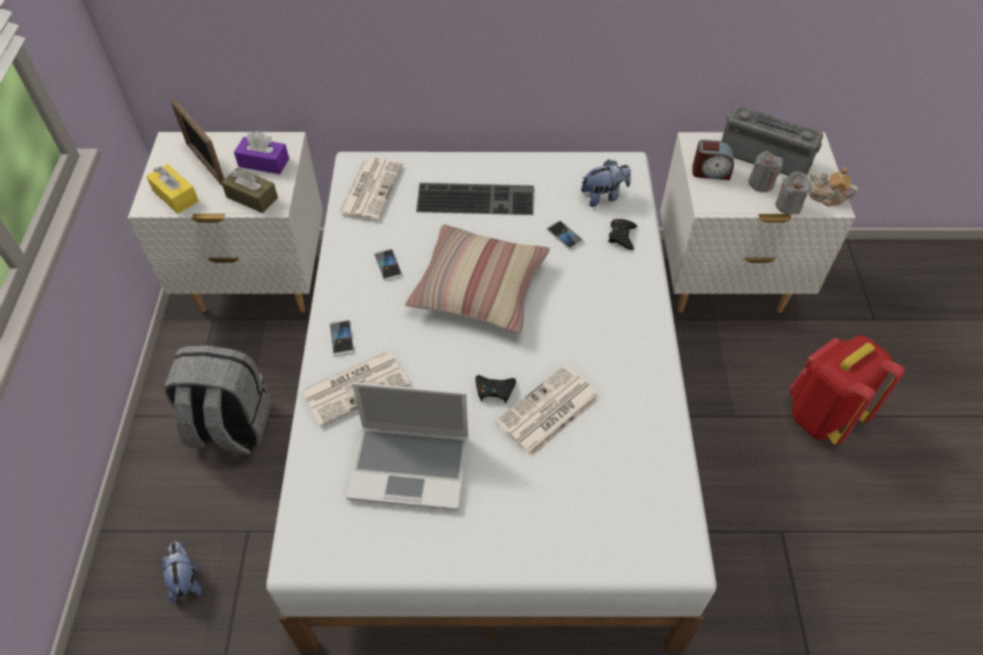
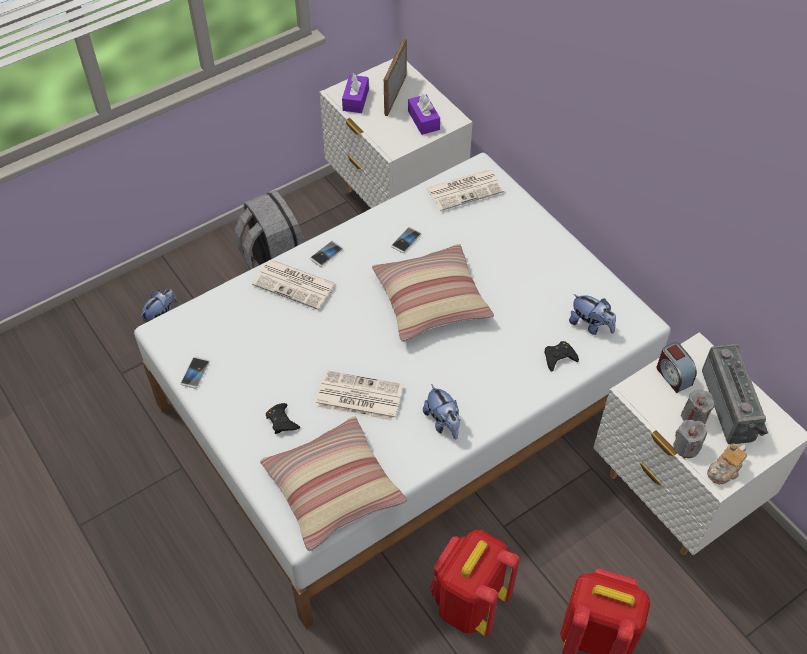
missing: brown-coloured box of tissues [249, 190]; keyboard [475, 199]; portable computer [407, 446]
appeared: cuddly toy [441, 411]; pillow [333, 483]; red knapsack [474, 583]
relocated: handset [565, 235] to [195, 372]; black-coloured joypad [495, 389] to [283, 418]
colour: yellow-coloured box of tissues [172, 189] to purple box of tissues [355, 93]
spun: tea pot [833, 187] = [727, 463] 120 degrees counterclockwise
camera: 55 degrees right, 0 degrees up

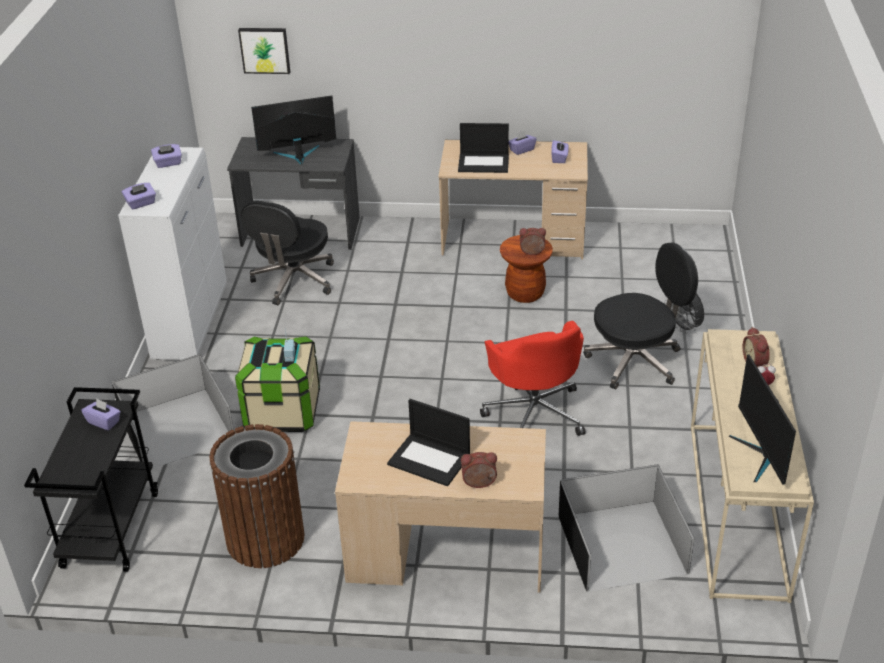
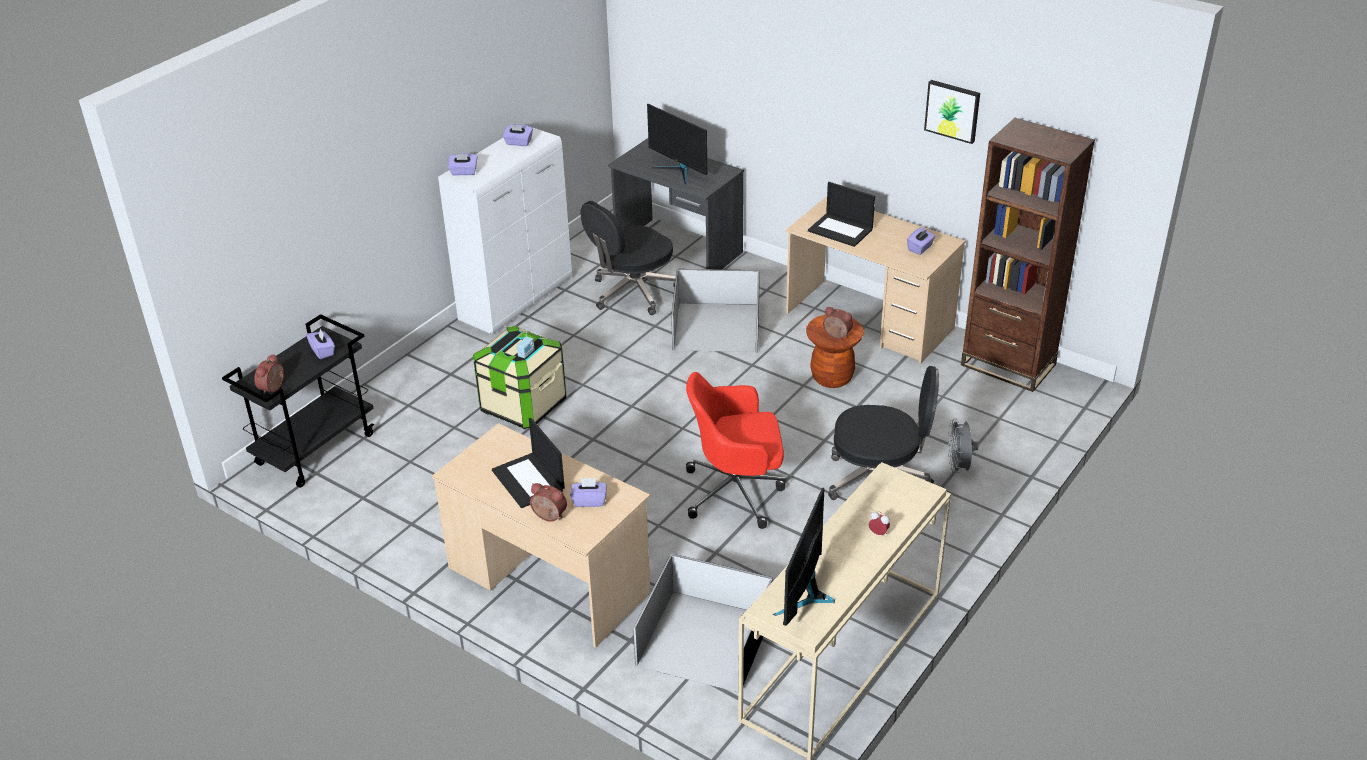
missing: brown-coloured rubbish bin [257, 496]
appeared: brown-coloured shelving unit [1028, 255]
relocated: wall art [264, 51] to [952, 112]; purple box of tissues [522, 142] to [588, 492]; alarm clock [756, 347] to [269, 374]; black-coloured storage bin [173, 411] to [715, 310]
spun: monitor [293, 130] = [677, 144] 150 degrees counterclockwise; red desk chair [532, 378] = [736, 450] 75 degrees clockwise
camera: 30 degrees right, 0 degrees up

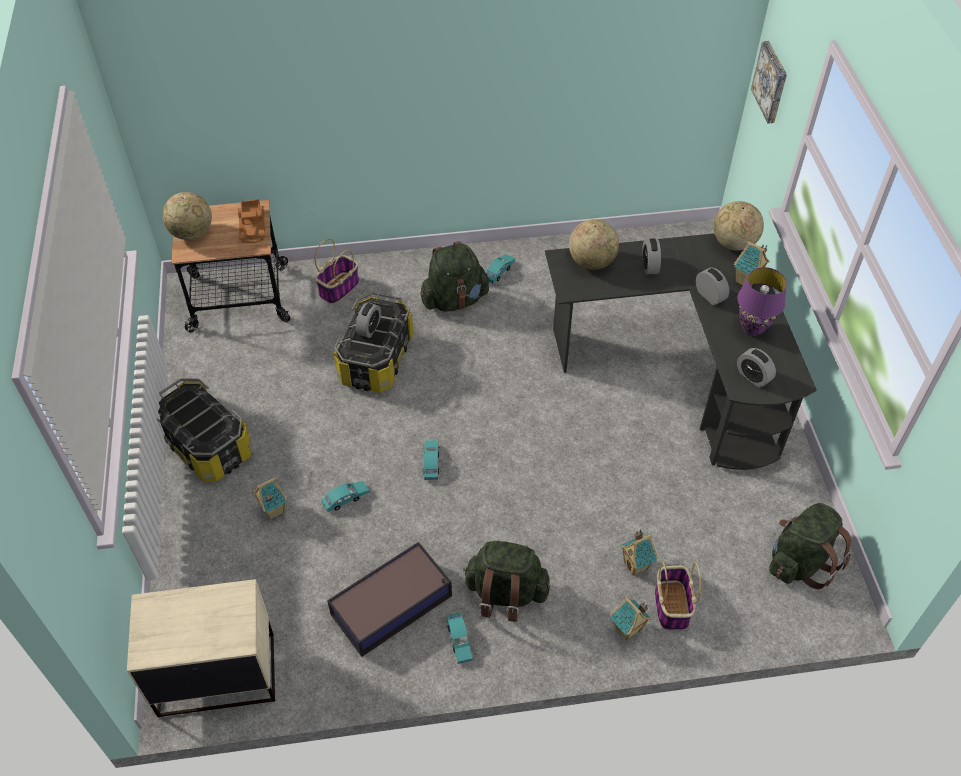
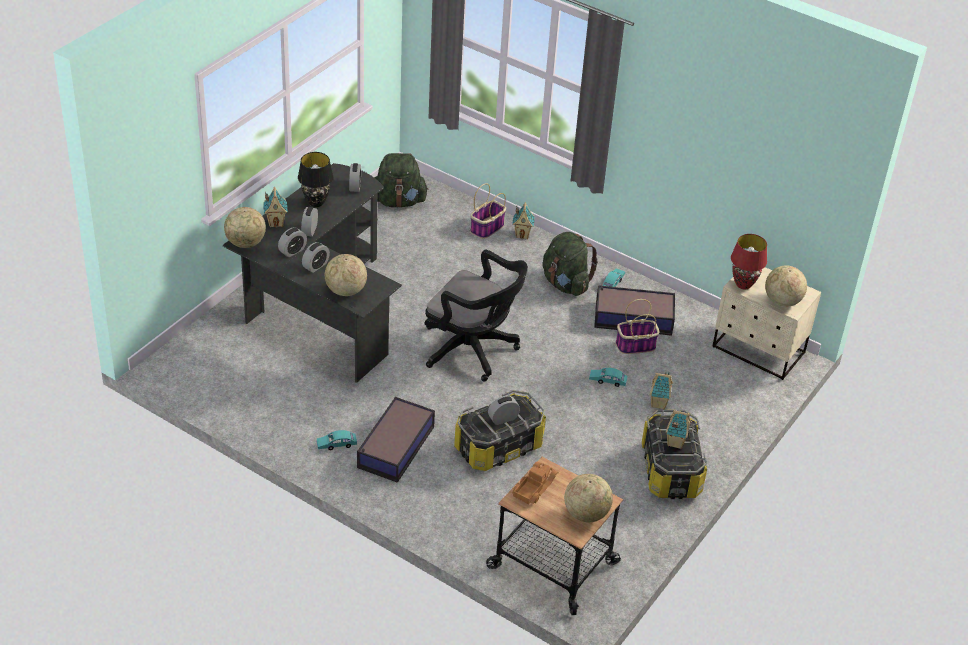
missing: wall art [769, 82]; blue-green model car [432, 460]
appeared: alarm clock [292, 242]; red lamp for a table [749, 261]; black-coloured desk chair [476, 316]; desk globe [786, 286]
relocated: household basket [337, 271] to [637, 326]; miniature house [639, 552] to [679, 429]
exchanged: green-coloured knapsack [455, 276] to storage bin [396, 440]
colour: purple lamp for a table [762, 301] to black-coloured lamp for a table [315, 179]
camera: 140 degrees left, 10 degrees down

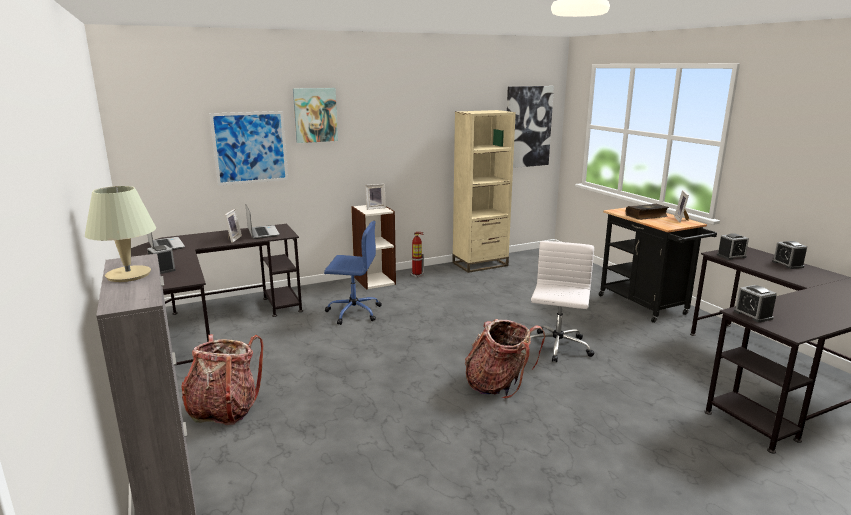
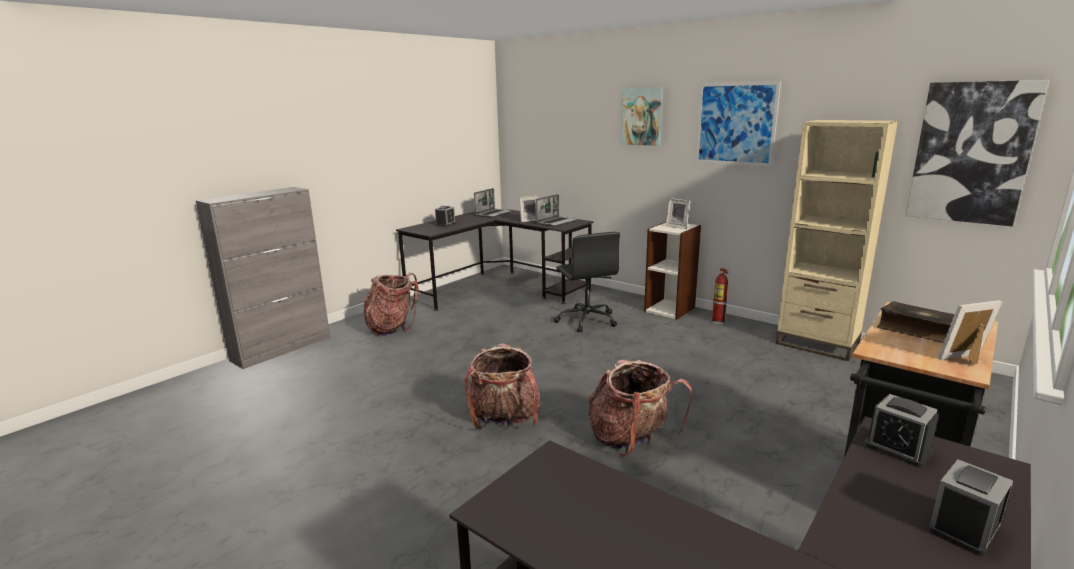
missing: beige-coloured lamp for a table [120, 234]; alarm clock [755, 304]
relocated: wall art [249, 148] to [738, 124]
exchanged: whitish desk chair [562, 301] to knapsack [640, 408]
colour: blue desk chair [353, 273] to black-coloured desk chair [587, 282]
camera: 65 degrees right, 0 degrees up

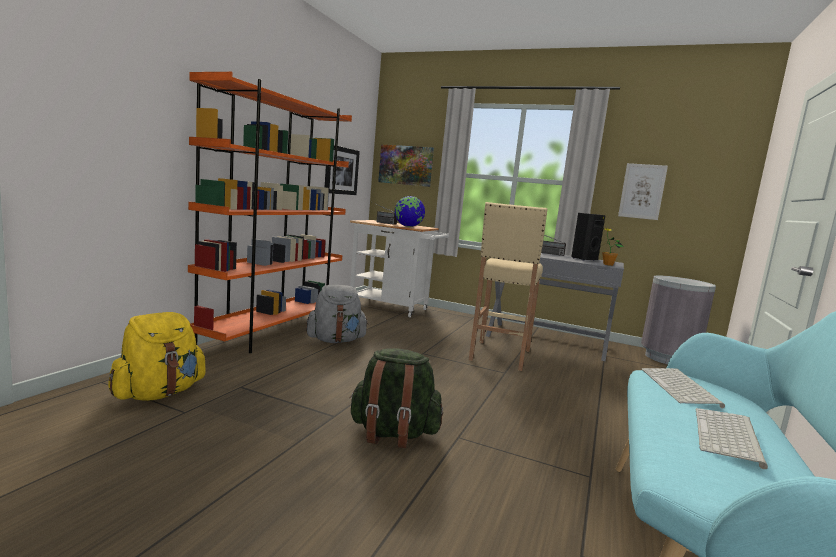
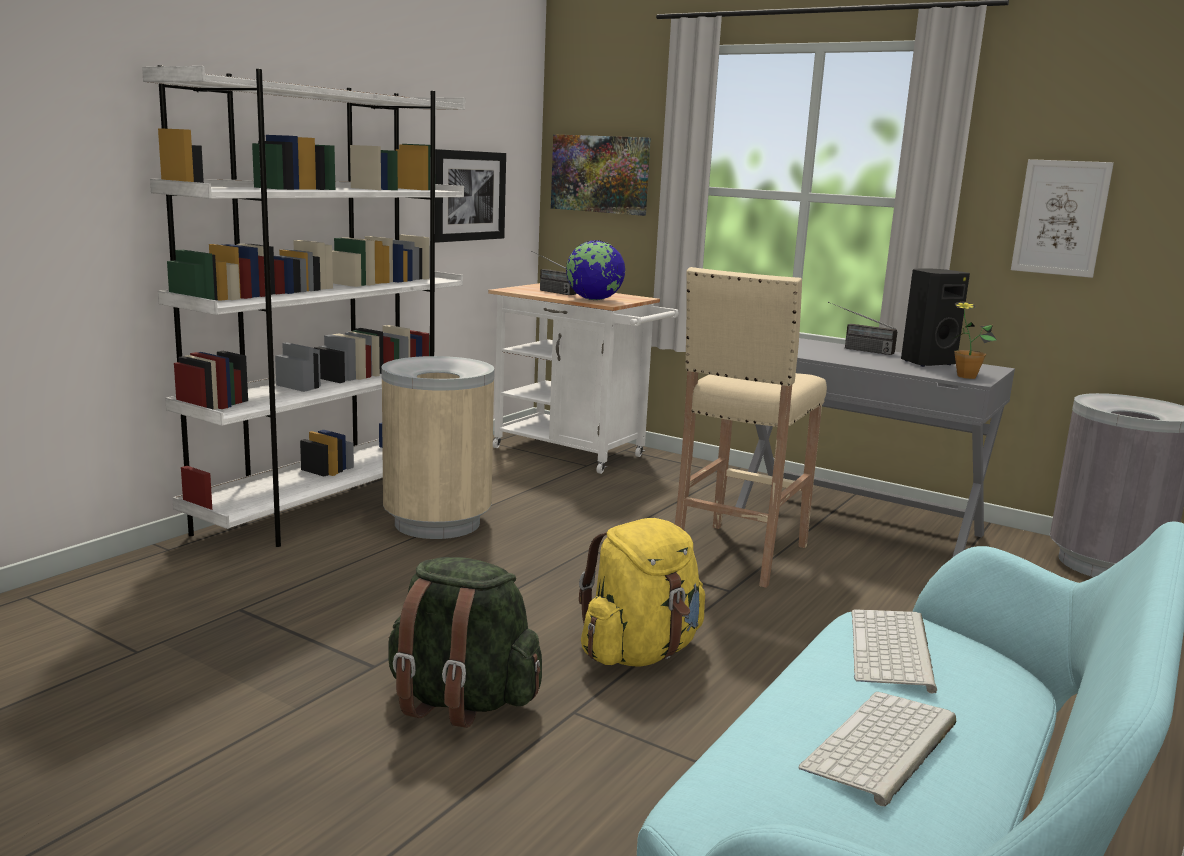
relocated: yellow-coloured knapsack [157, 356] to [642, 592]
exchanged: grey knapsack [337, 314] to beige-coloured rubbish bin [438, 447]
colour: orange shelving unit [270, 212] to whitish shelving unit [303, 306]
camera: 10 degrees right, 5 degrees up

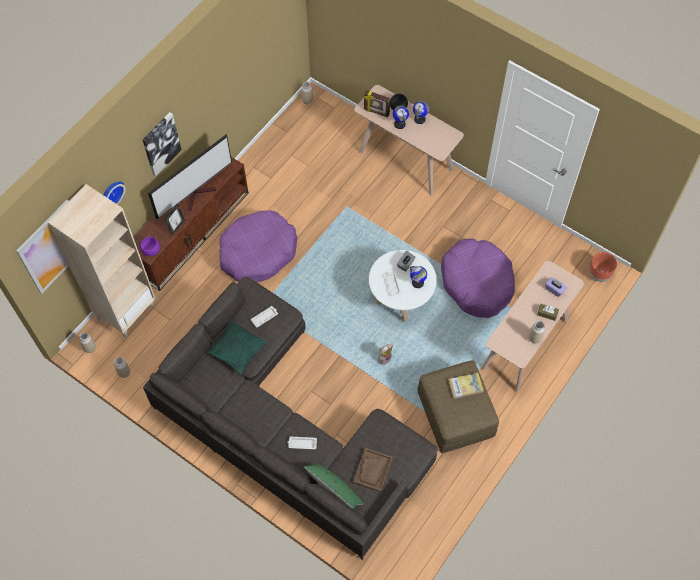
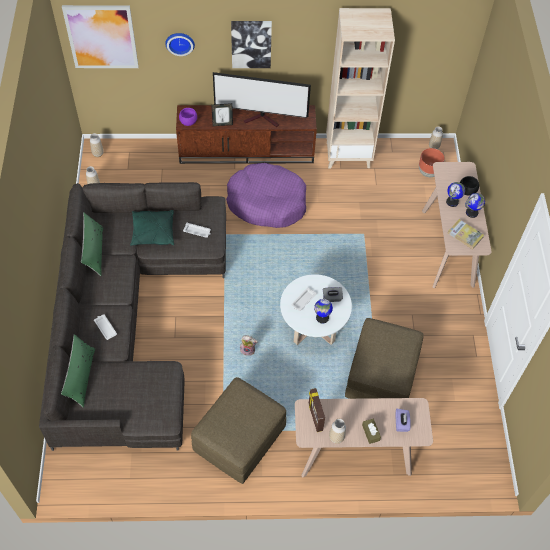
missing: brown-coloured serving tray [373, 470]
appeared: green-coloured pillow [92, 244]
relocated: standing frame [377, 103] to [316, 410]; beige-coloured shelving unit [102, 261] to [360, 88]; brown-coloured planter [603, 267] to [431, 162]; volume [466, 386] to [466, 234]
exchanged: purple pet bed [478, 278] to brown-coloured ottoman [384, 358]
camera: 50 degrees right, 5 degrees down

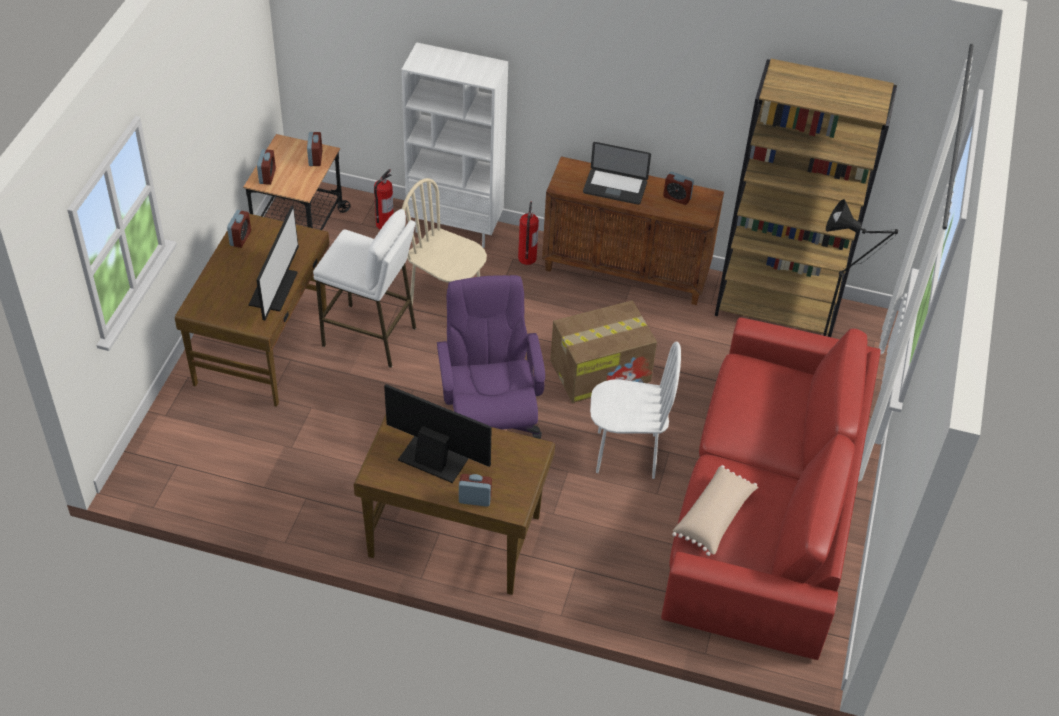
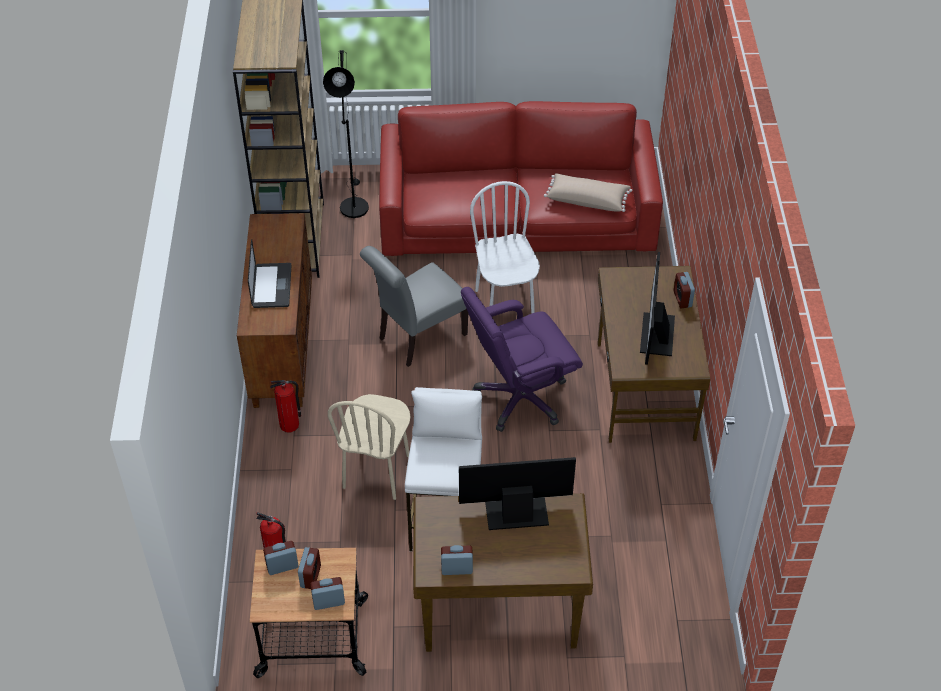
missing: whitish shelving unit [455, 145]
relocated: alarm clock [678, 188] to [309, 568]
exchanged: cardboard box [603, 351] to grey upright chair [414, 306]
camera: 105 degrees left, 0 degrees up

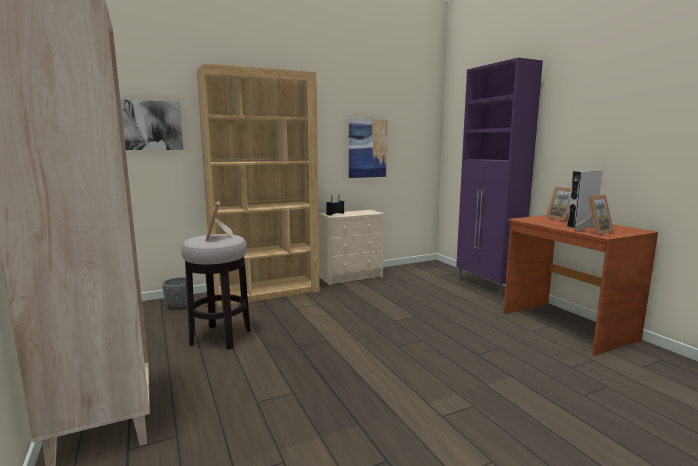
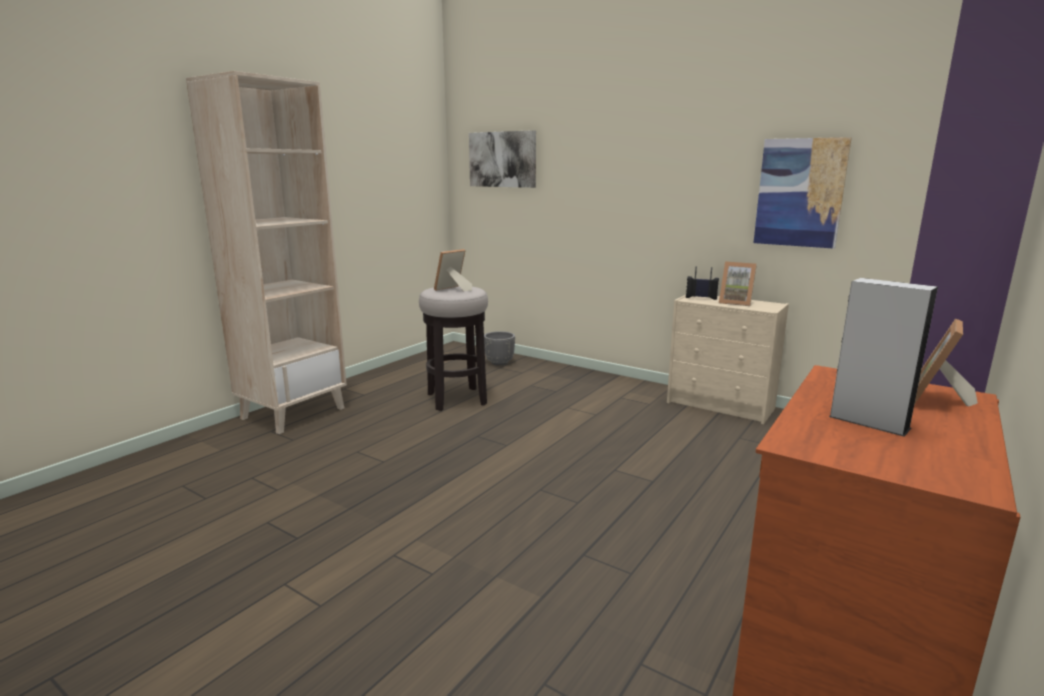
missing: brown-coloured shelving unit [258, 185]
relocated: standing frame [594, 215] to [738, 283]
camera: 60 degrees right, 5 degrees up

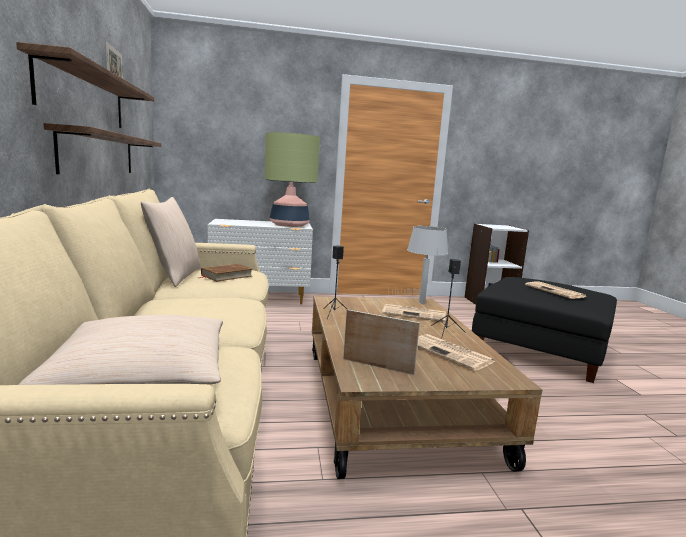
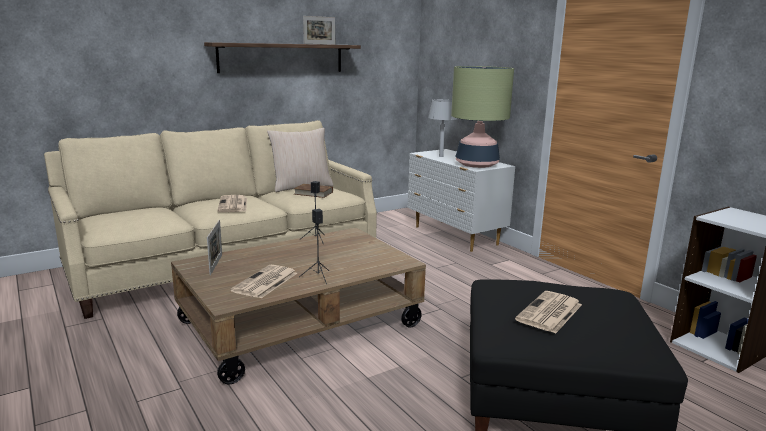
missing: wall shelf [102, 148]; beige-coloured pillow [120, 350]
relocated: grey lamp for a table [427, 265] to [443, 128]; daily paper [414, 313] to [232, 203]
camera: 65 degrees right, 5 degrees up

